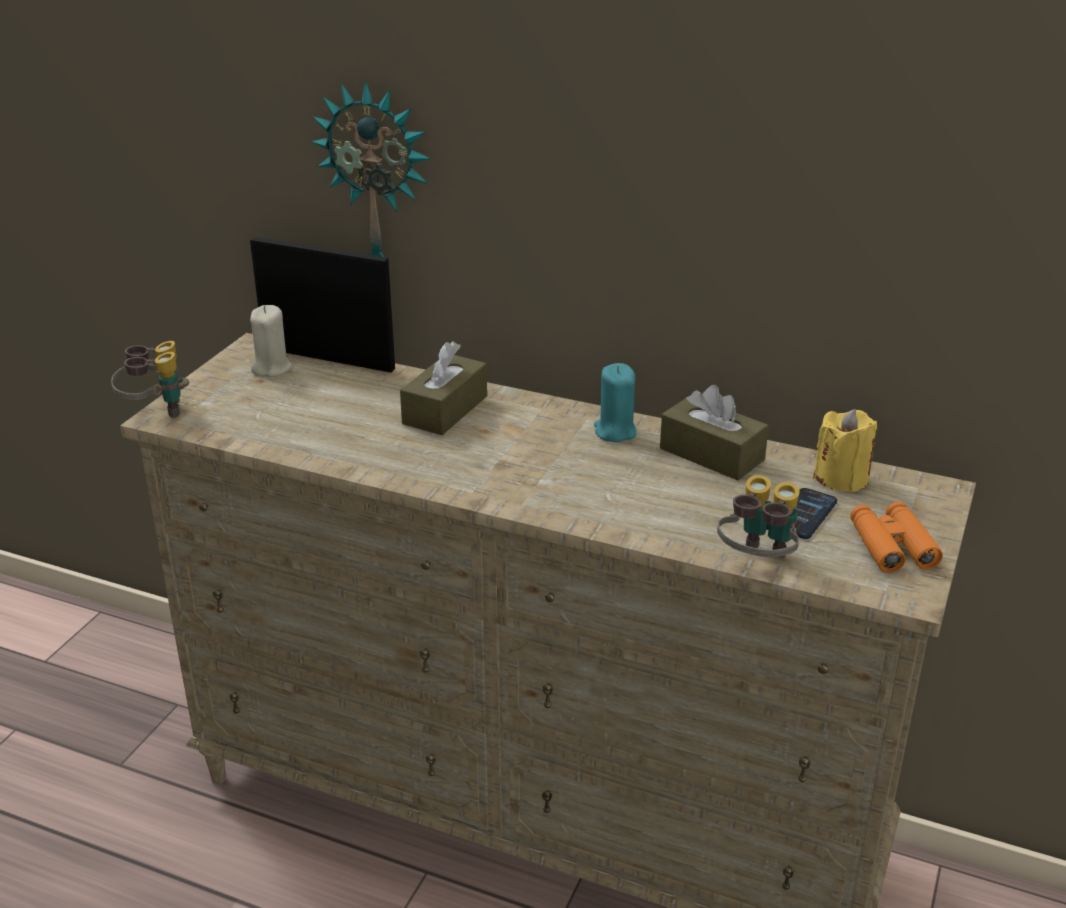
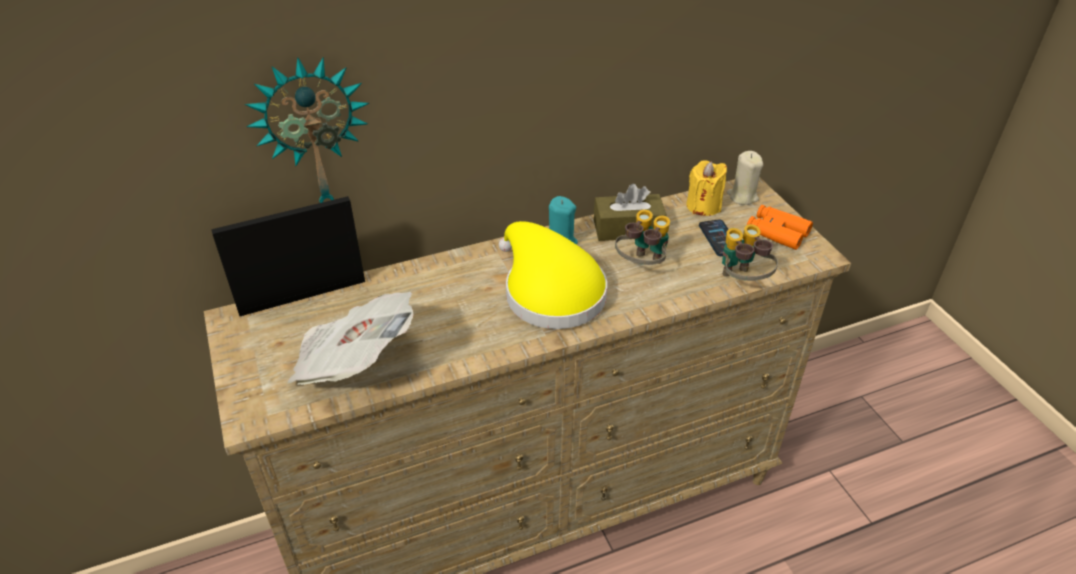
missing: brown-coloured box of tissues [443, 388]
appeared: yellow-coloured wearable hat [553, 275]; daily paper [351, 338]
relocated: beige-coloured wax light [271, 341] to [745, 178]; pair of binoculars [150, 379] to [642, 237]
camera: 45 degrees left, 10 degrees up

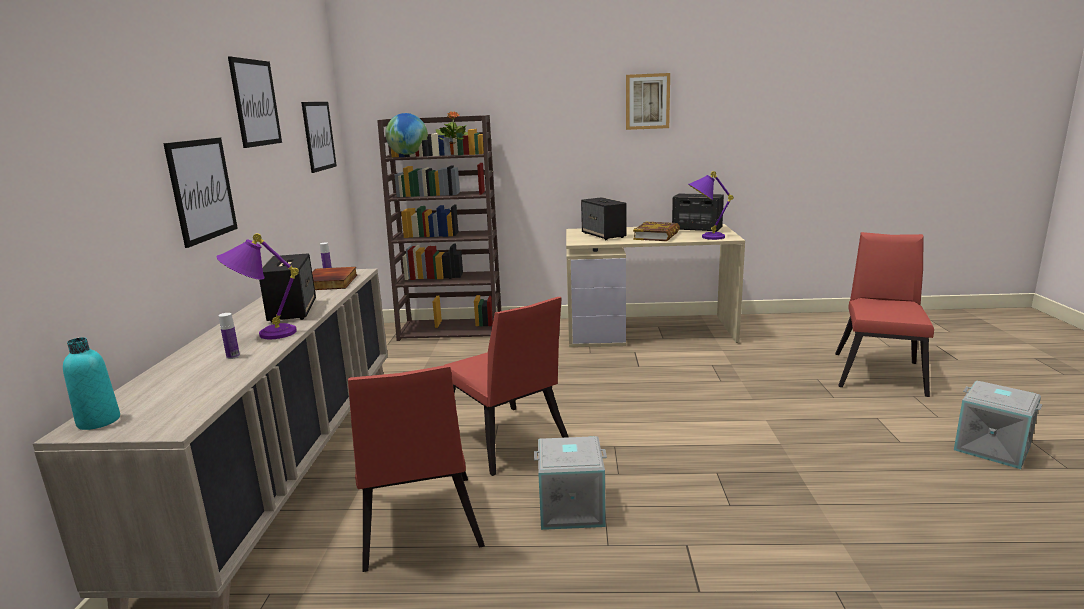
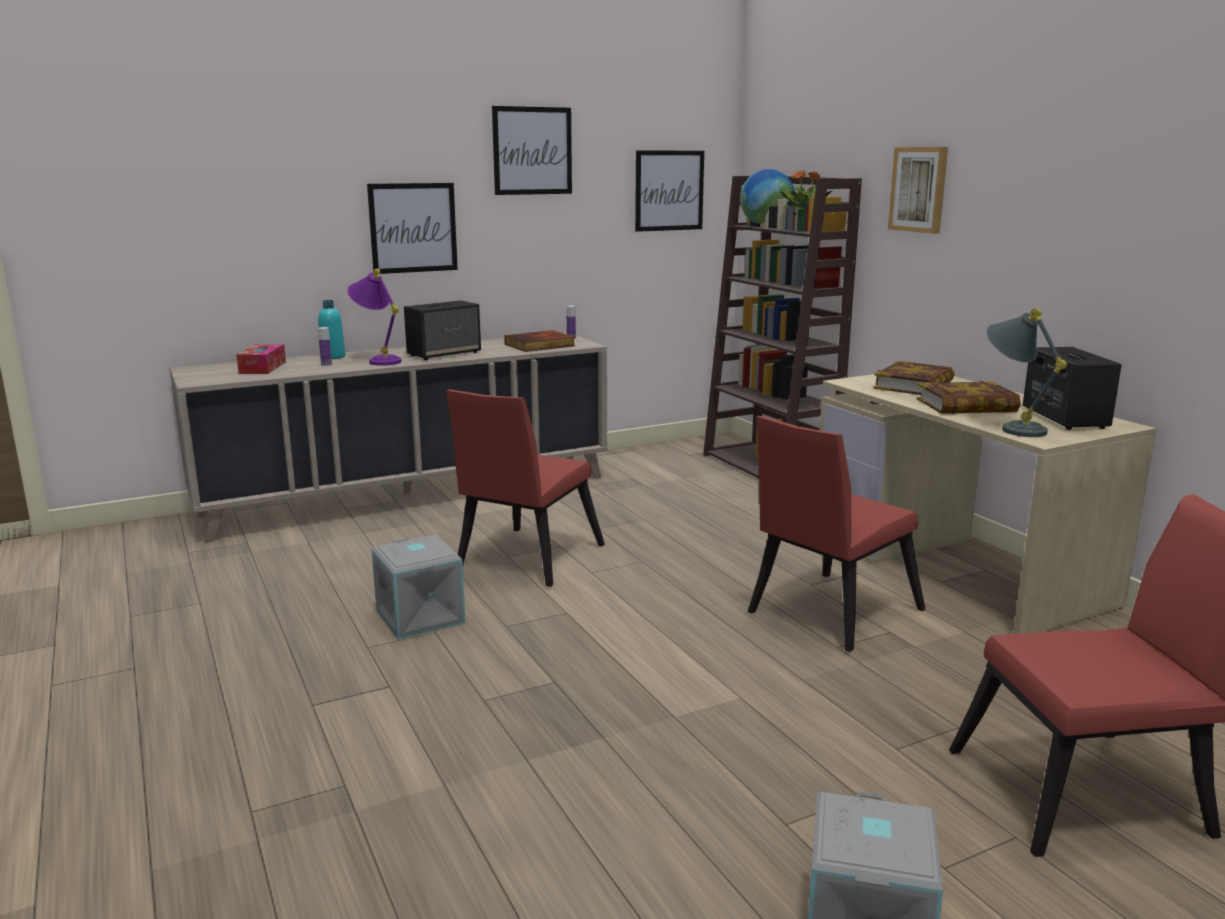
appeared: box of tissues [261, 359]
relocated: wall art [648, 101] to [918, 190]; blue-green bottle [91, 383] to [331, 329]; red upright chair [416, 468] to [837, 534]
exchanged: speaker [604, 218] to volume [914, 378]
colour: purple lamp for a table [711, 205] to grey lamp for a table [1027, 372]
camera: 60 degrees right, 0 degrees up

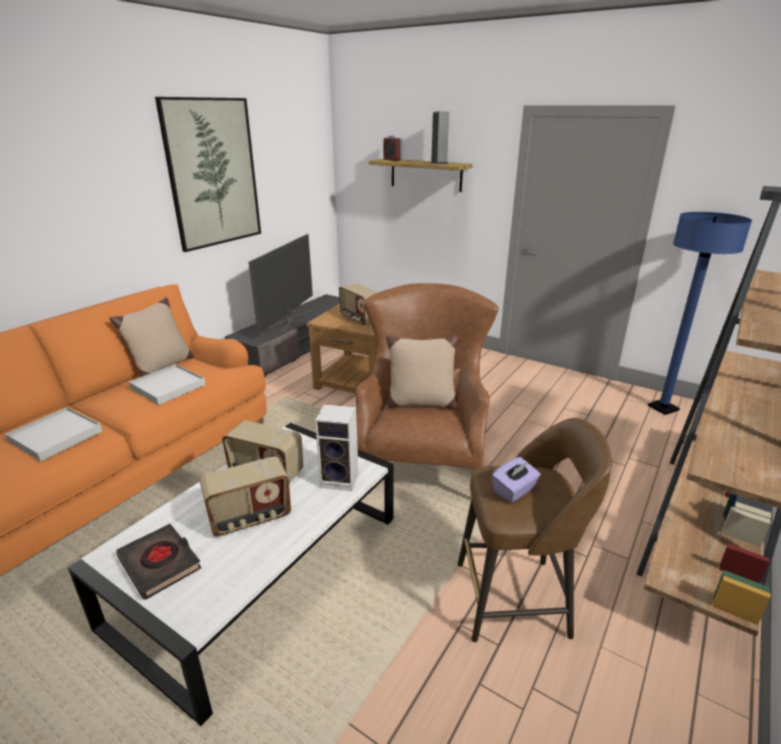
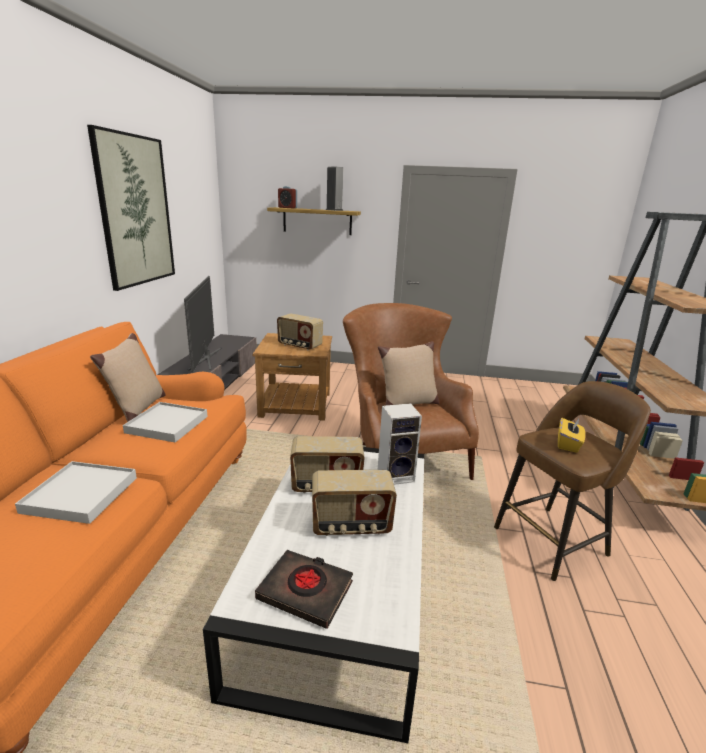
missing: blue standard lamp [700, 313]
colour: purple box of tissues [516, 480] to yellow-coloured box of tissues [571, 435]
spun: radio receiver [245, 496] = [354, 503] 45 degrees clockwise
camera: 25 degrees left, 5 degrees down

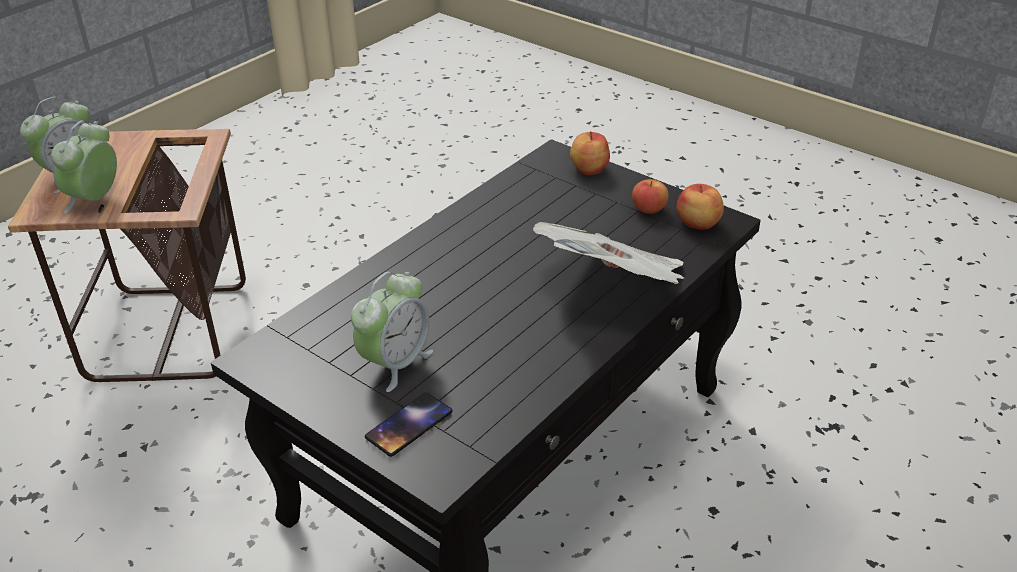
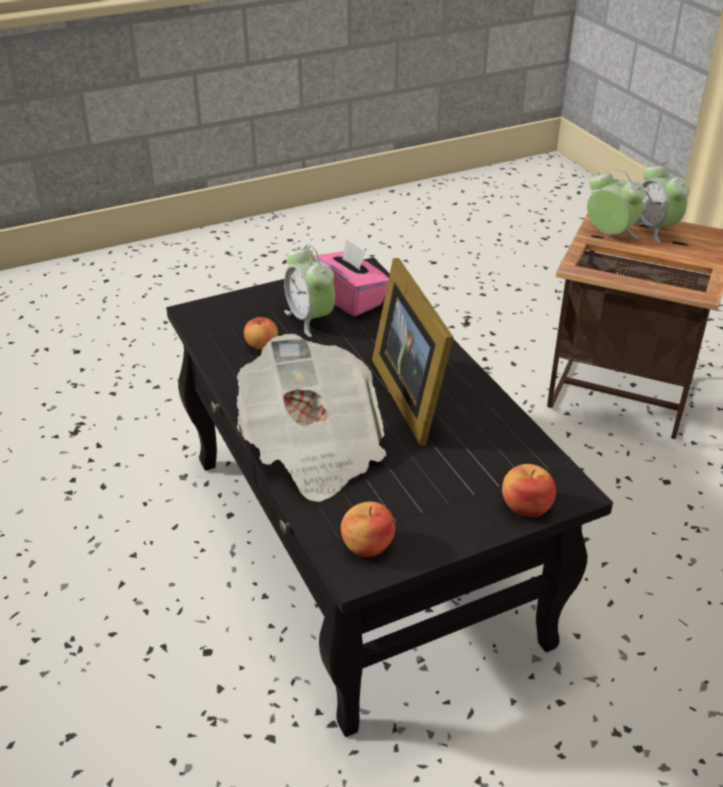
missing: handset [408, 424]
appeared: pinkish box of tissues [351, 277]; standing frame [413, 352]
relocated: whole apple [650, 196] to [261, 333]
camera: 115 degrees right, 0 degrees up

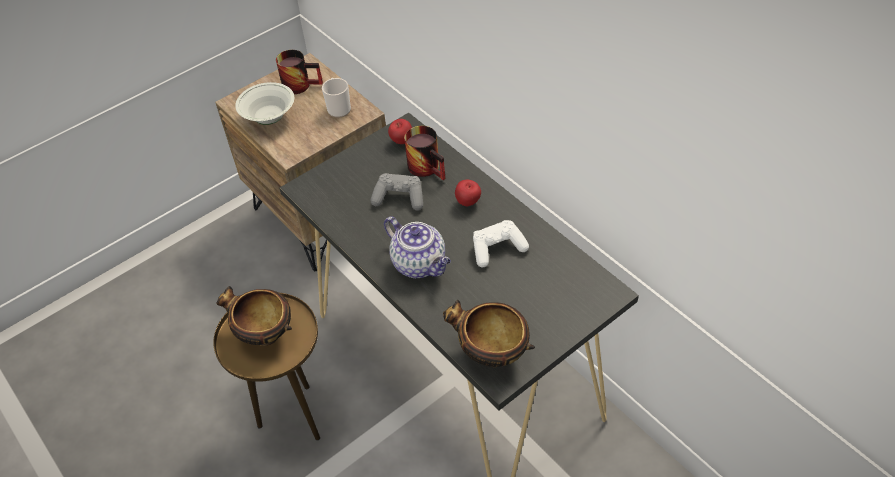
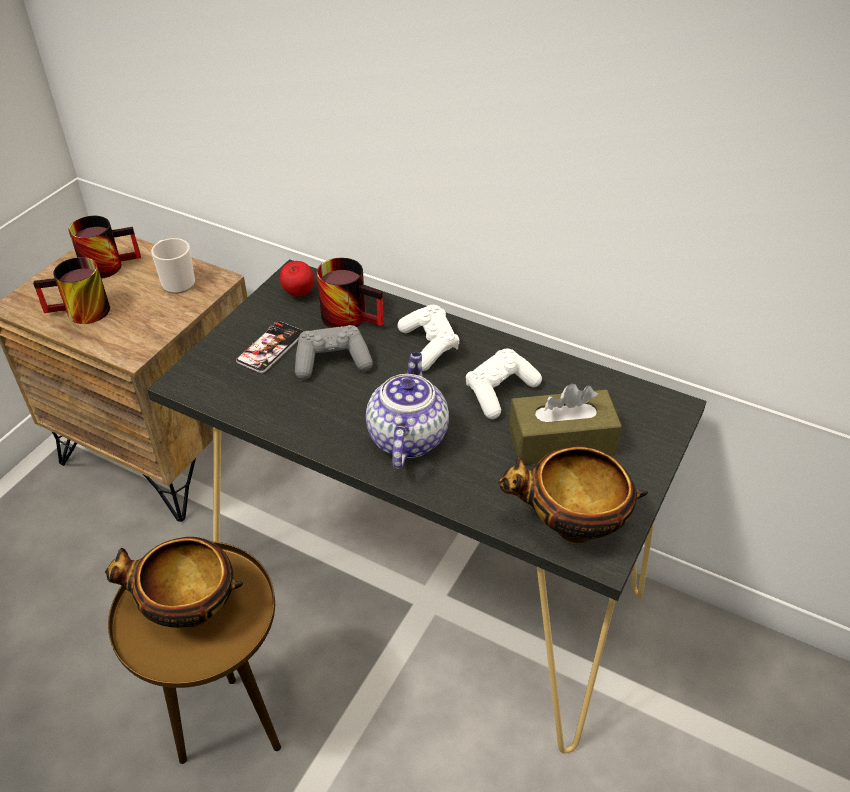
appeared: handset [270, 347]; brown-coloured box of tissues [565, 424]
exchanged: whitish deep dish [264, 103] to mug [71, 290]; whole apple [468, 192] to whitish joypad [428, 338]
spun: tea pot [417, 247] = [407, 410] 105 degrees counterclockwise
camera: 25 degrees left, 5 degrees down

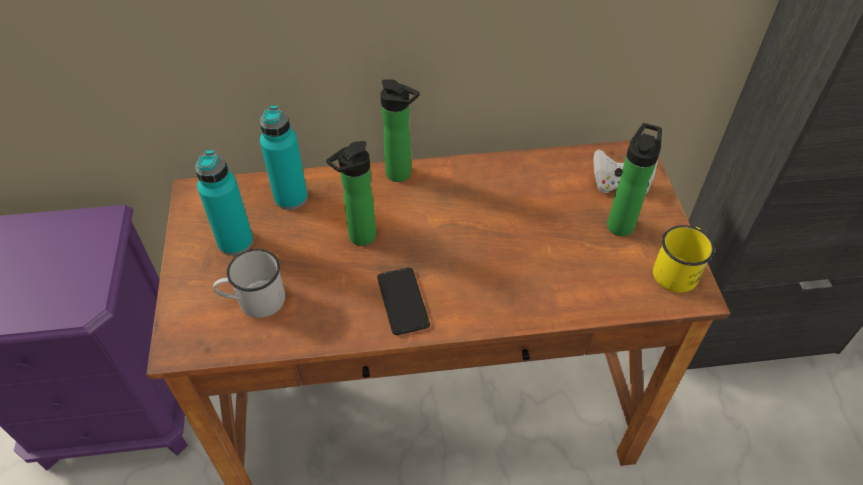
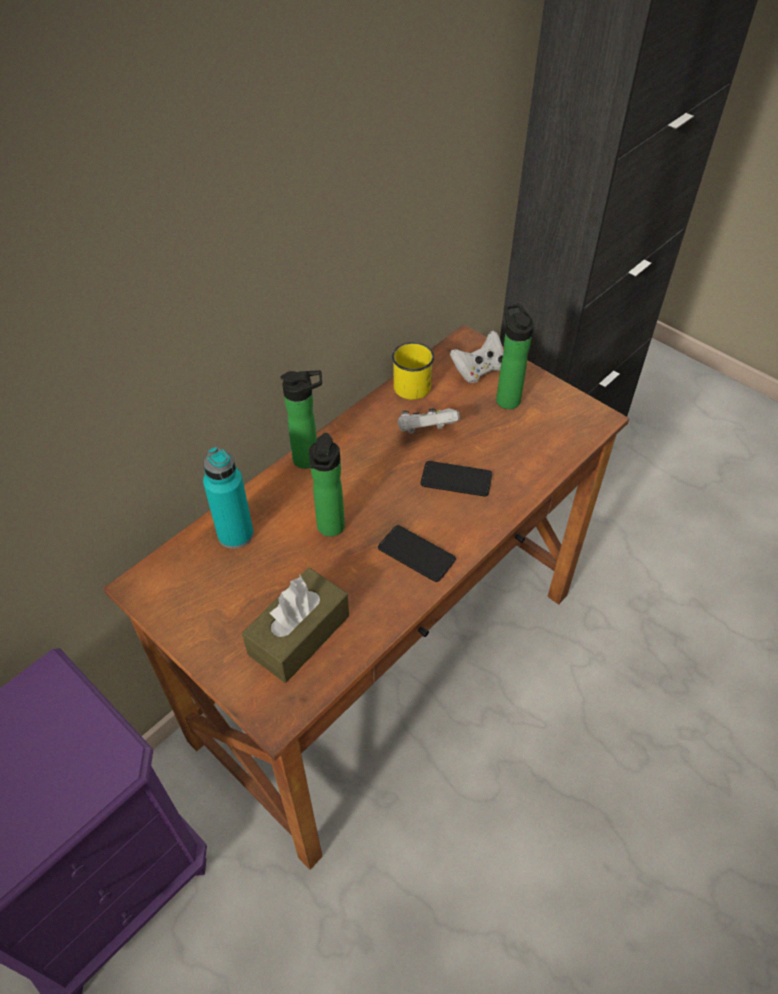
missing: blue-green bottle [224, 203]
appeared: whitish joypad [429, 421]; handset [456, 479]
relocated: yellow-coloured mug [683, 259] to [413, 371]
exchanged: whitish mug [249, 283] to brown-coloured box of tissues [295, 625]
camera: 40 degrees left, 0 degrees up

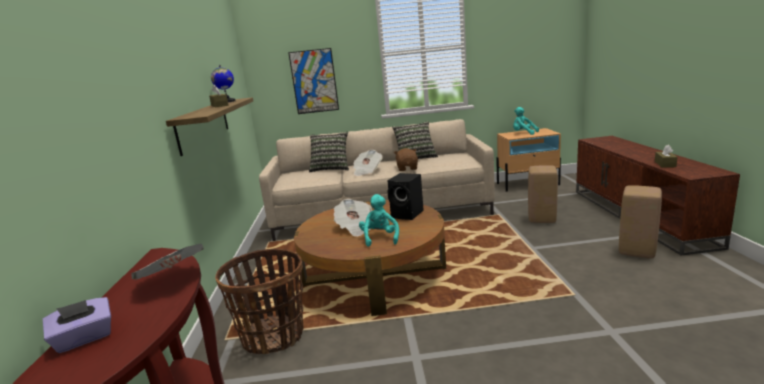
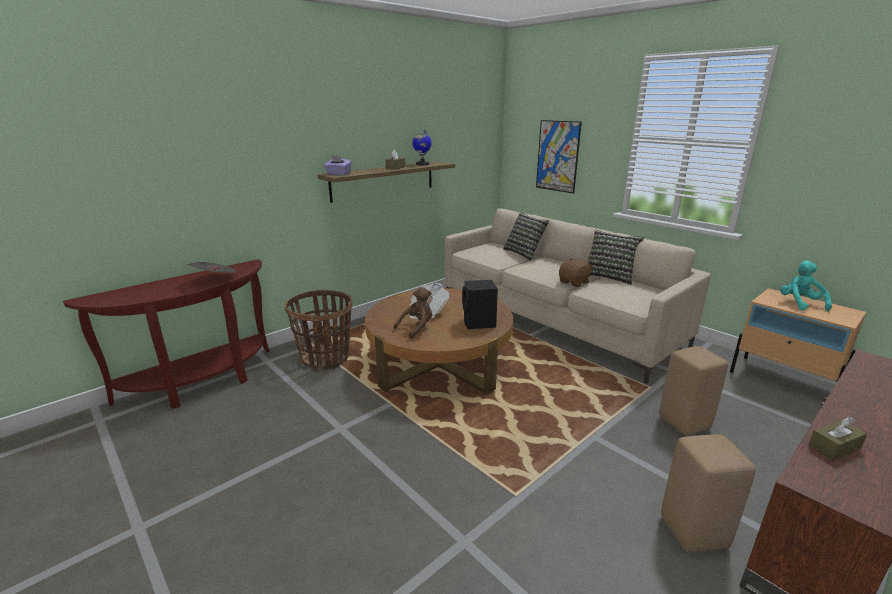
missing: daily paper [368, 163]
relocated: purple box of tissues [77, 325] to [338, 165]
colour: blue-green cuddly toy [379, 220] to brown-coloured cuddly toy [413, 313]
camera: 50 degrees right, 5 degrees up

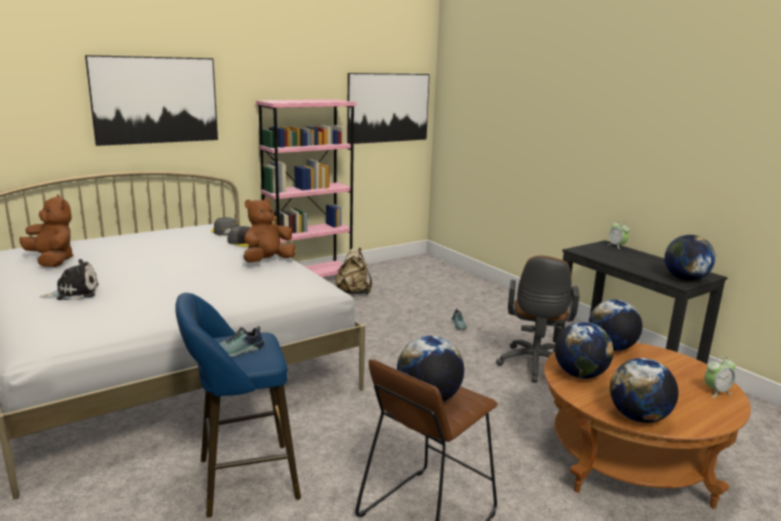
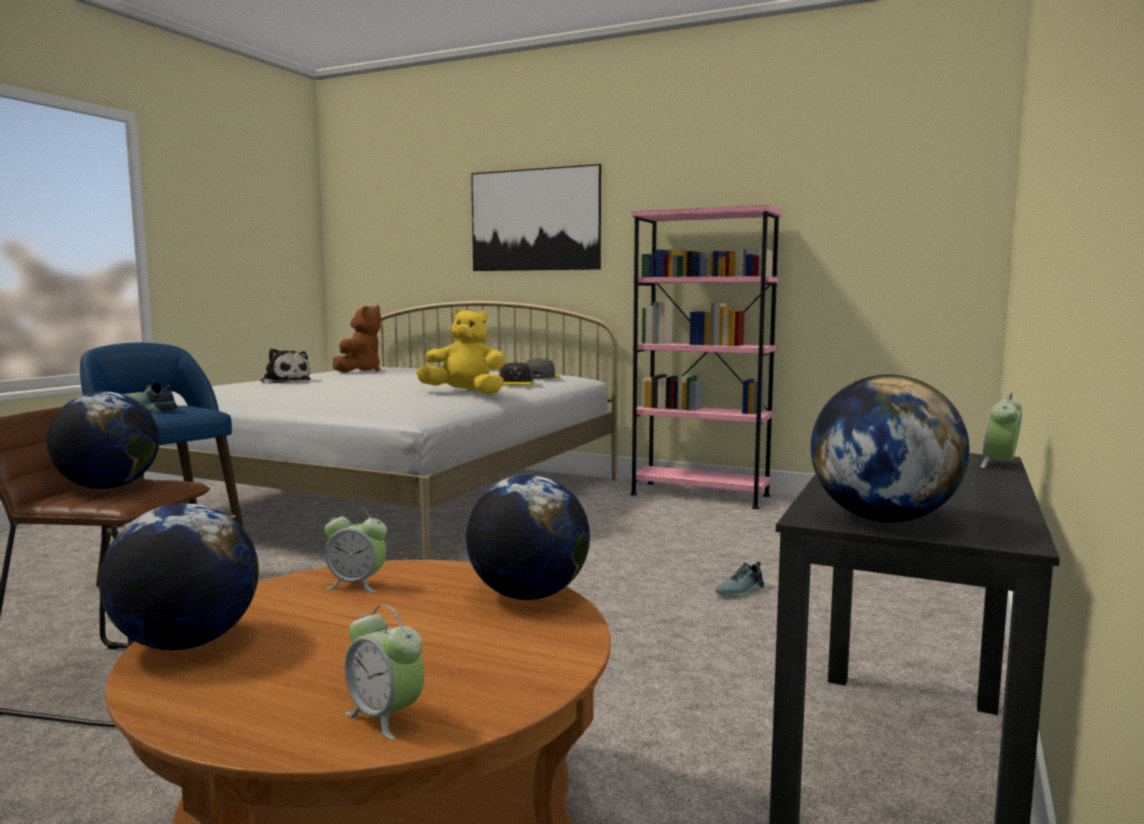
missing: wall art [388, 108]; beige-coloured knapsack [353, 271]; brown-coloured desk chair [538, 319]
exchanged: desk globe [584, 350] to alarm clock [356, 549]
colour: brown-coloured cuddly toy [269, 230] to yellow-coloured cuddly toy [461, 351]
camera: 60 degrees right, 10 degrees down

